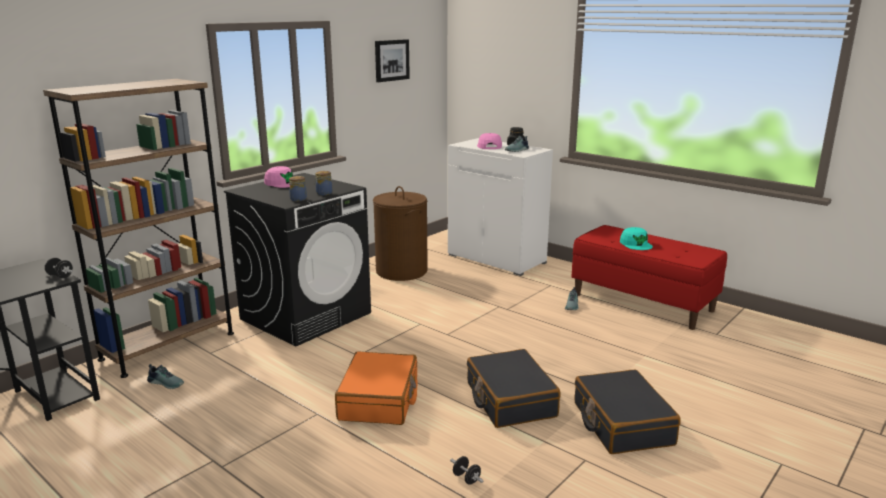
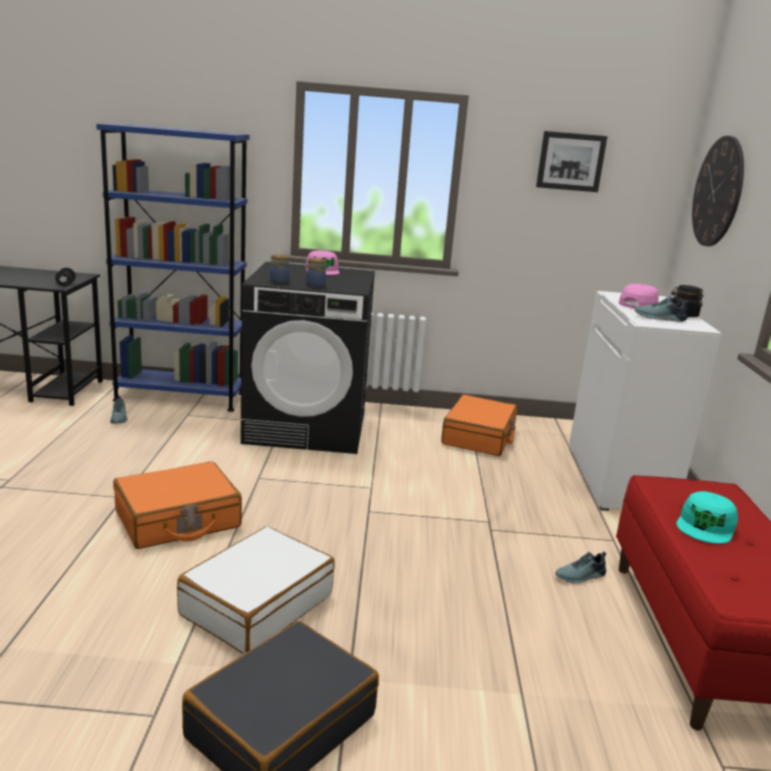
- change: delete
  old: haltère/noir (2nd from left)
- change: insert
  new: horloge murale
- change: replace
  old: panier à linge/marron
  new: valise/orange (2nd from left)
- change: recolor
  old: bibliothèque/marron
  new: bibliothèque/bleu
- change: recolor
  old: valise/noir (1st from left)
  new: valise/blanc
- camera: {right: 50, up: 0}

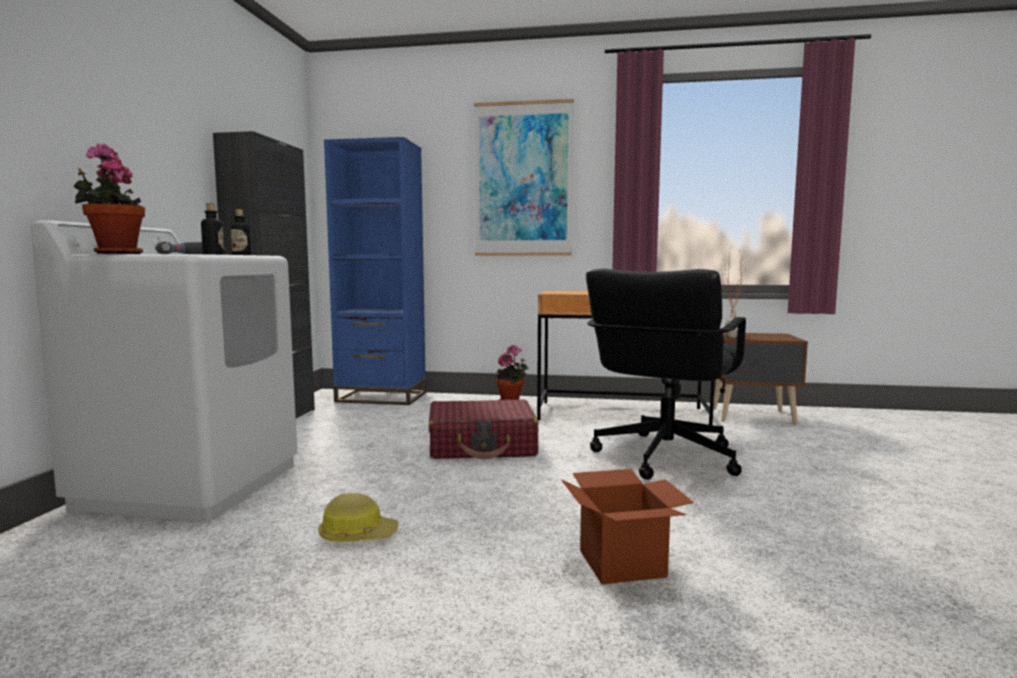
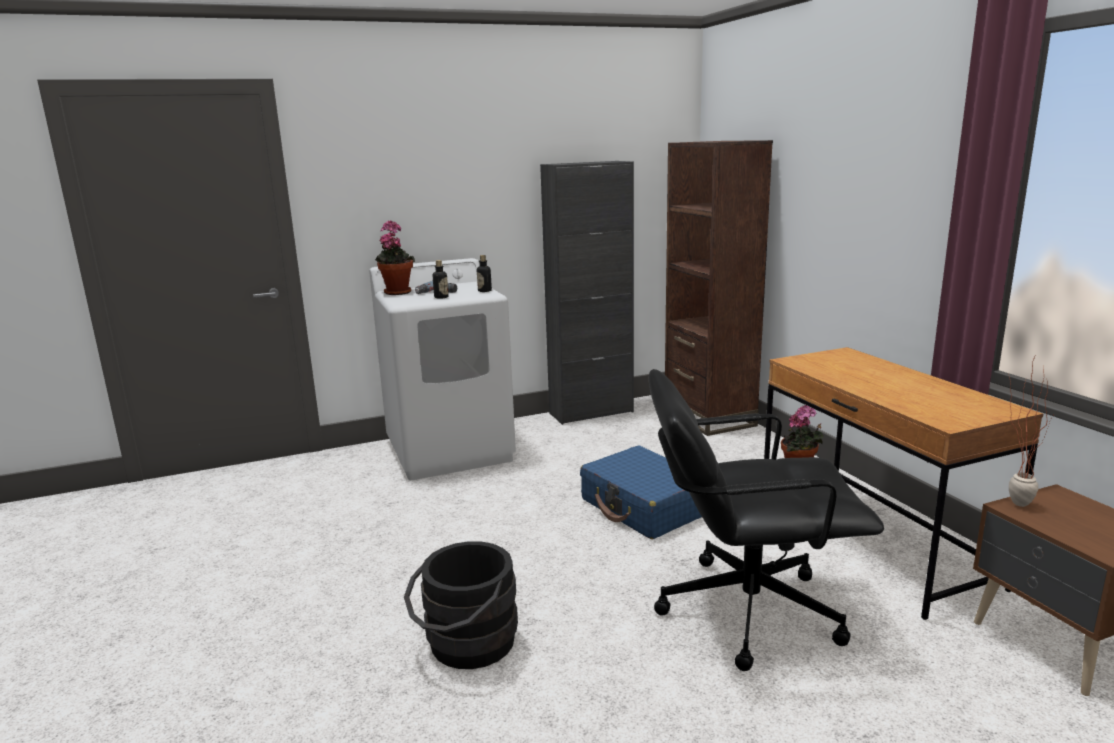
- change: delete
  old: casque de chantier
- change: delete
  old: tableau
- change: replace
  old: carton
  new: seau/noir
- change: recolor
  old: bibliothèque/bleu
  new: bibliothèque/marron
- change: recolor
  old: valise/rouge
  new: valise/bleu
- camera: {right: 60, up: 10}

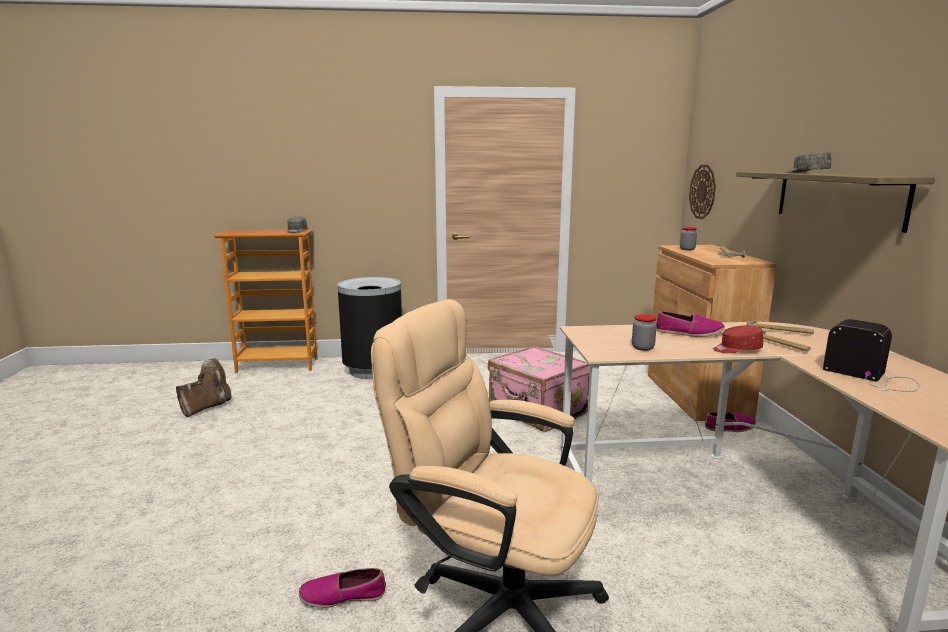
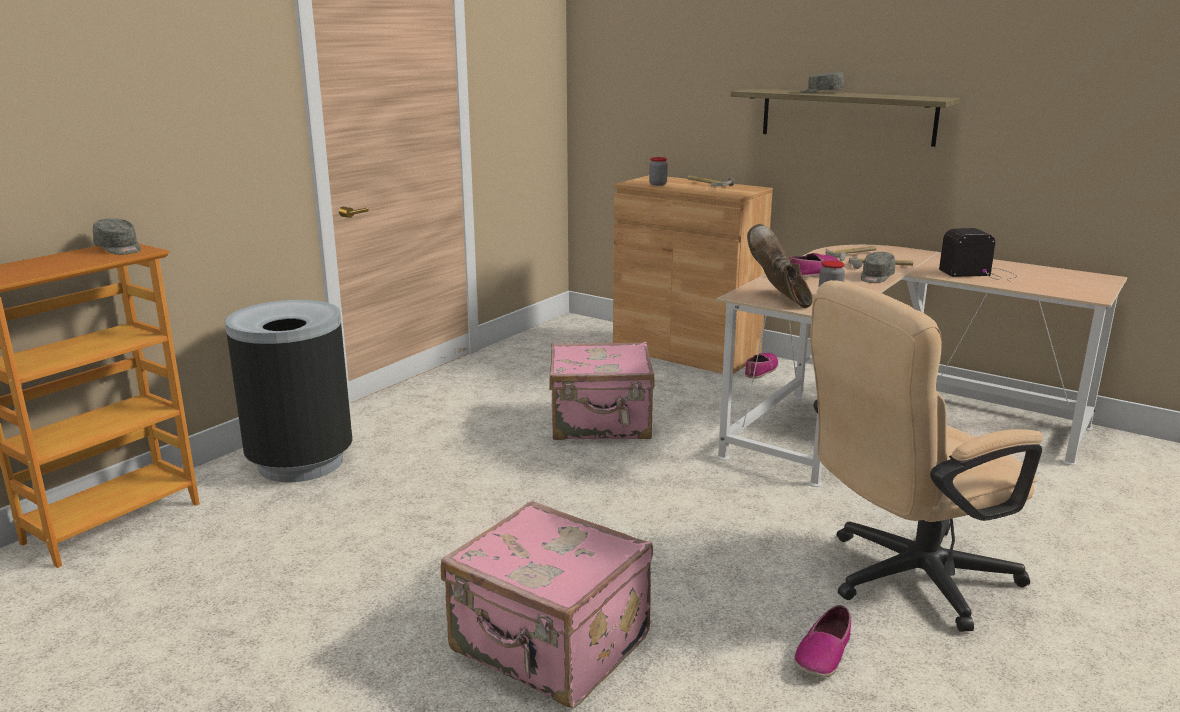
- change: delete
  old: horloge murale
- change: insert
  new: valise/rose (1st from left)
- change: move
  old: botte/marron
- change: recolor
  old: casquette/rouge
  new: casquette/gris (3rd from left)
- camera: {right: -50, up: 5}

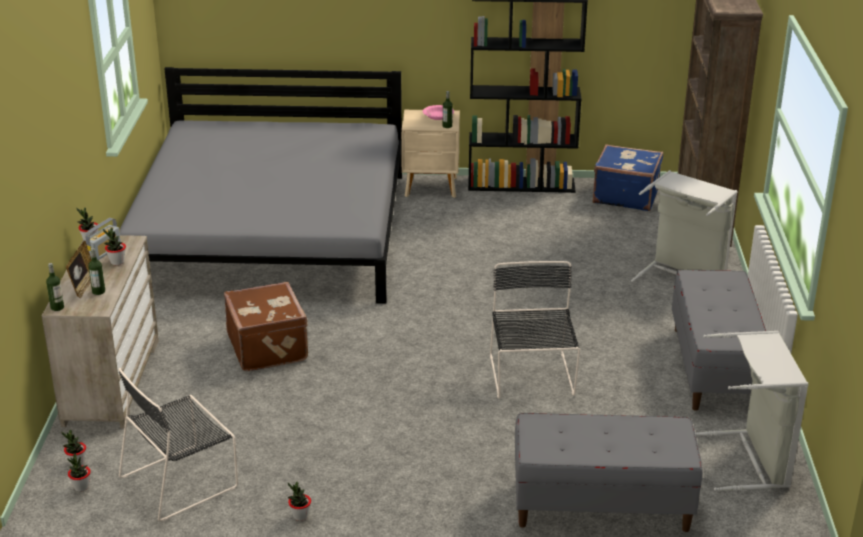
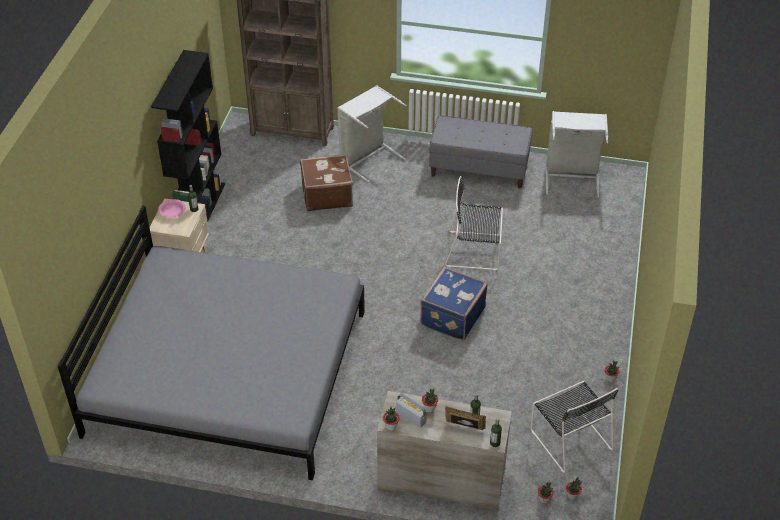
- change: delete
  old: banc/gris (1st from left)
- change: move
  old: valise/marron
- change: move
  old: valise/bleu
- camera: {right: -80, up: 15}

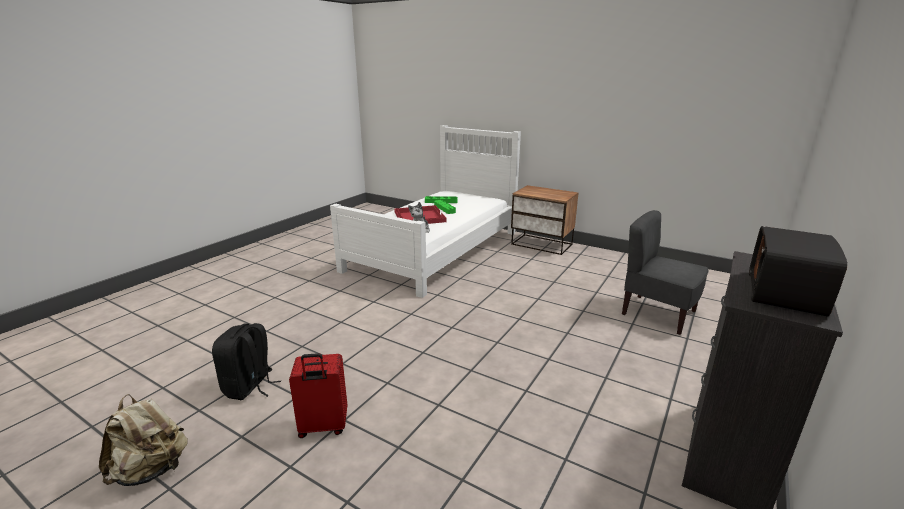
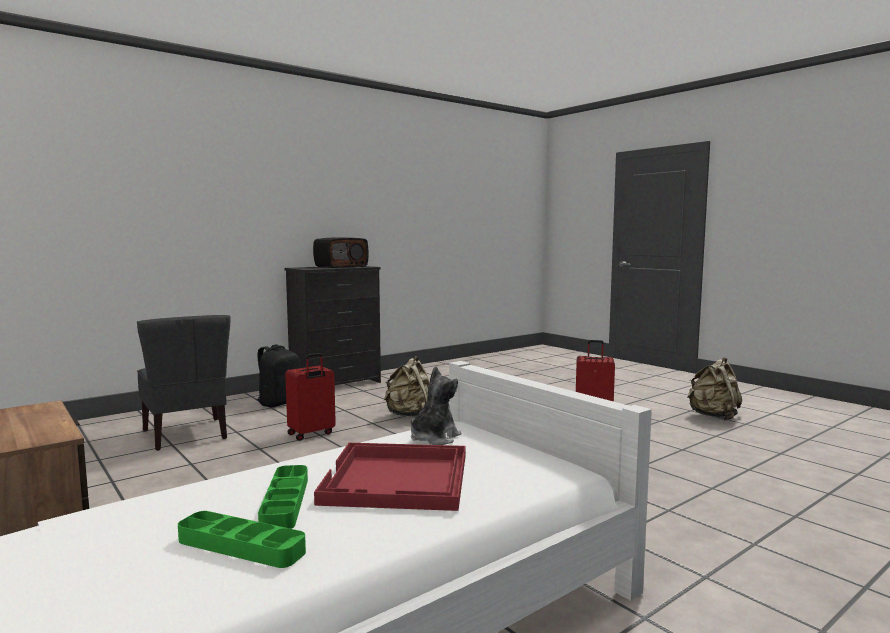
- change: insert
  new: valise/rouge (1st from left)
- change: insert
  new: sac à dos/beige (1st from left)
- change: move
  old: sac à dos/noir
- camera: {right: -160, up: -15}

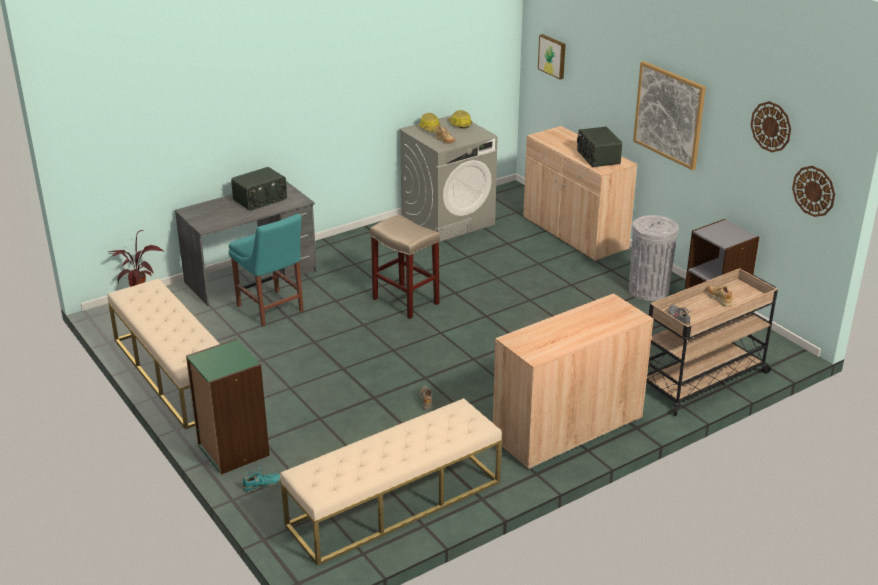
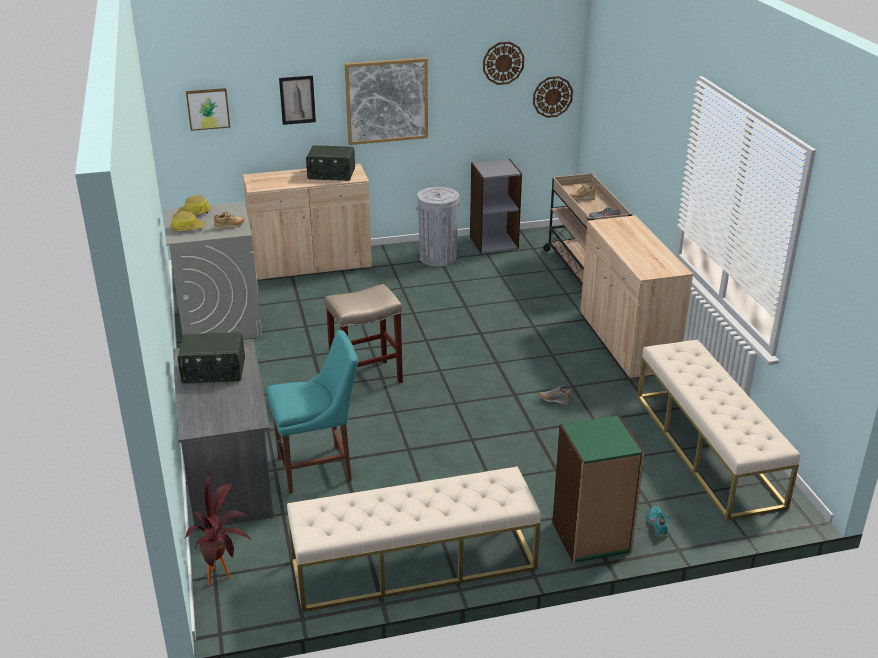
- change: insert
  new: tableau (2nd from left)
- change: rotate
  old: radio (1st from left)
  degrees: 105
- camera: {right: -70, up: 0}

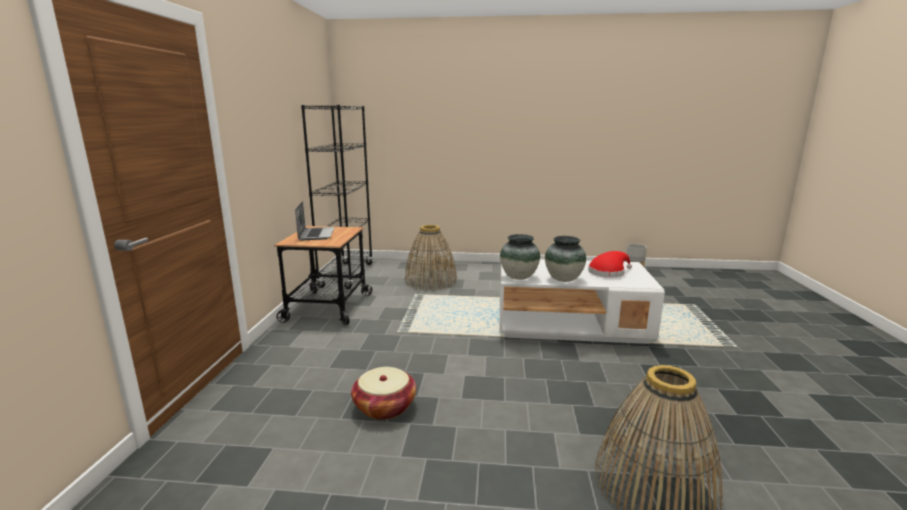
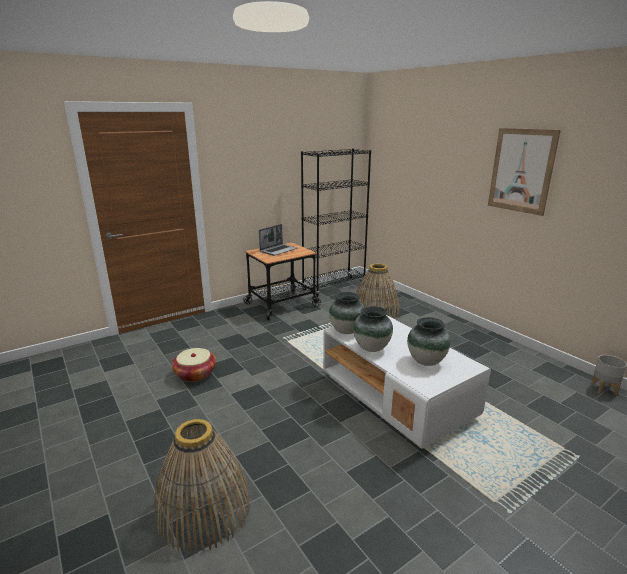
- change: insert
  new: tableau
- change: replace
  old: chapeau/rouge
  new: vase (3rd from left)
- camera: {right: 50, up: 5}

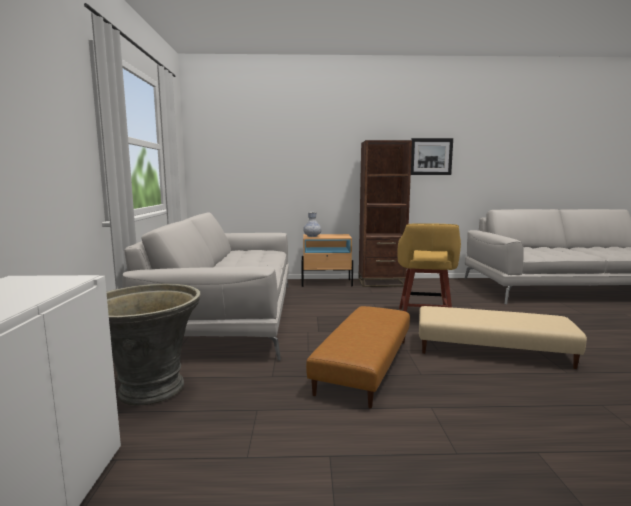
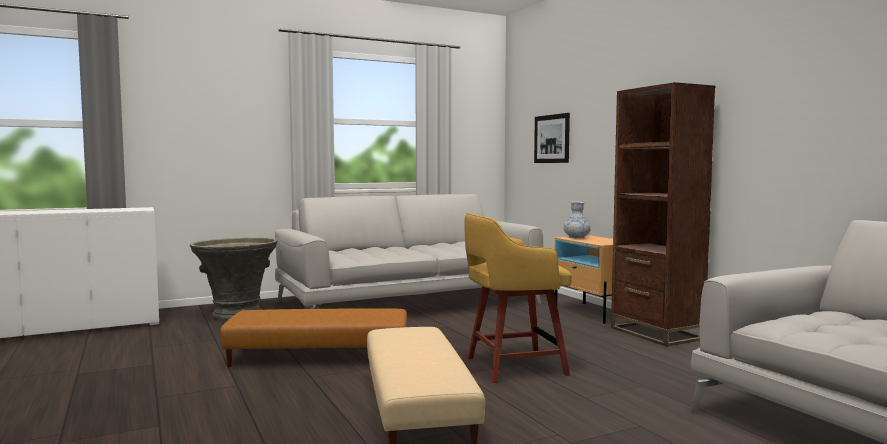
- change: move
  old: tableau
- camera: {right: 65, up: -5}

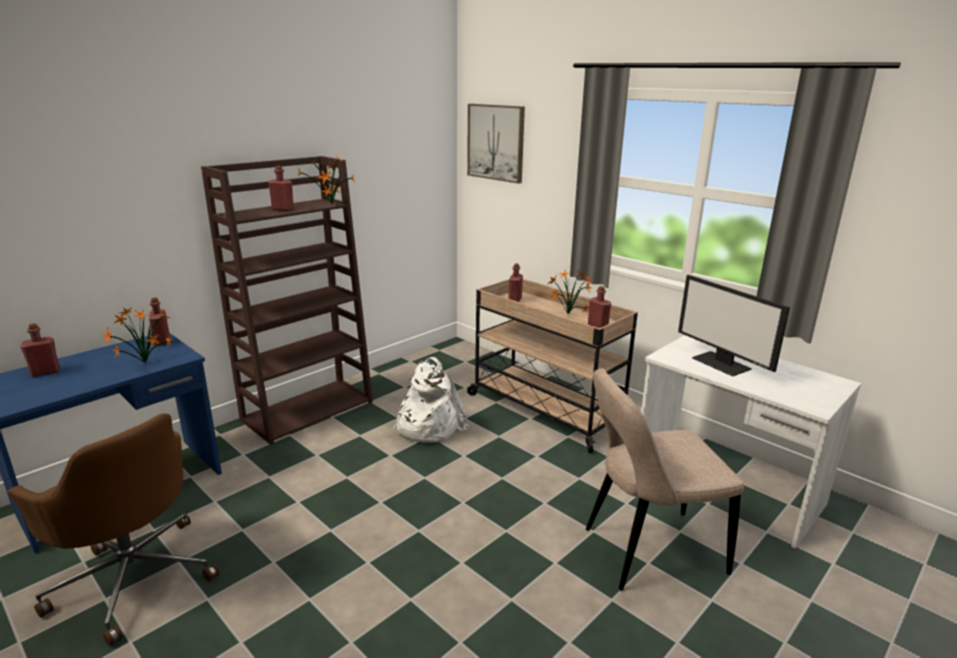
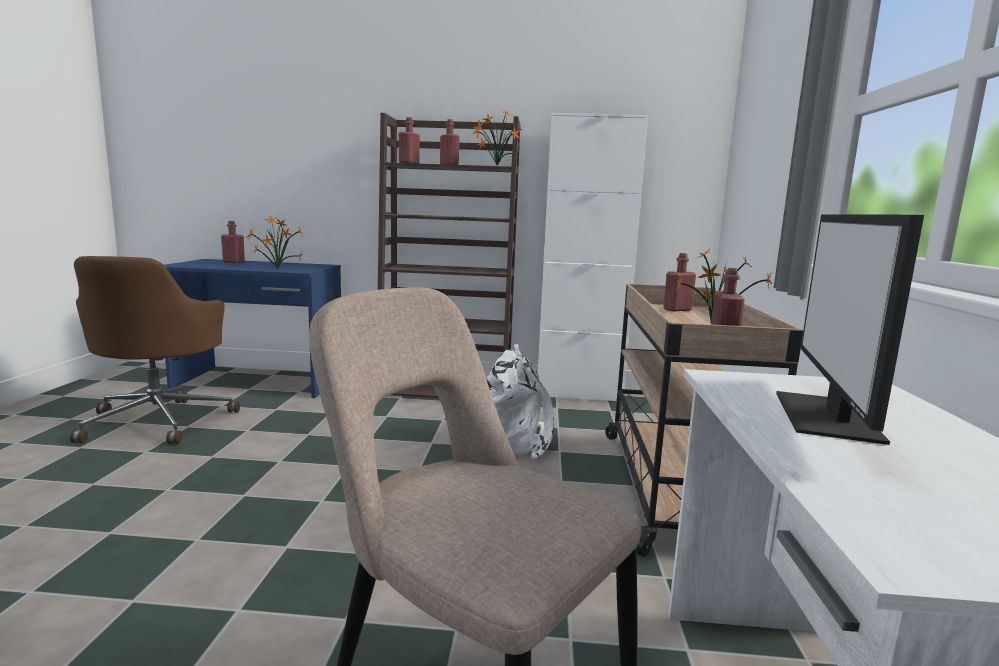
- change: delete
  old: tableau
- change: insert
  new: meuble de rangement/blanc
- change: move
  old: bouteille/rouge (2nd from left)
- camera: {right: 50, up: -10}

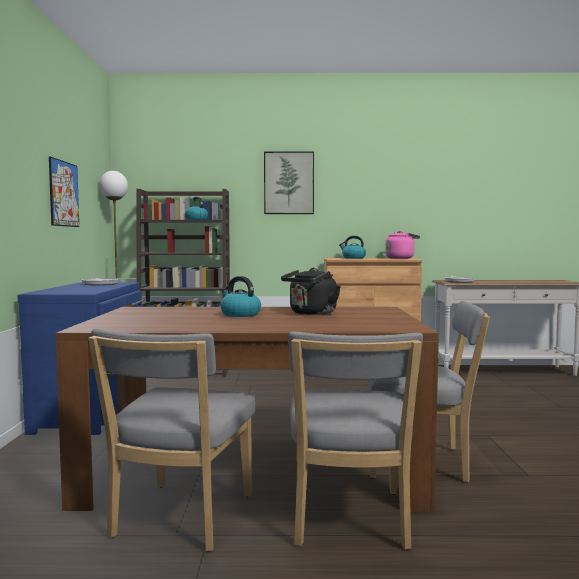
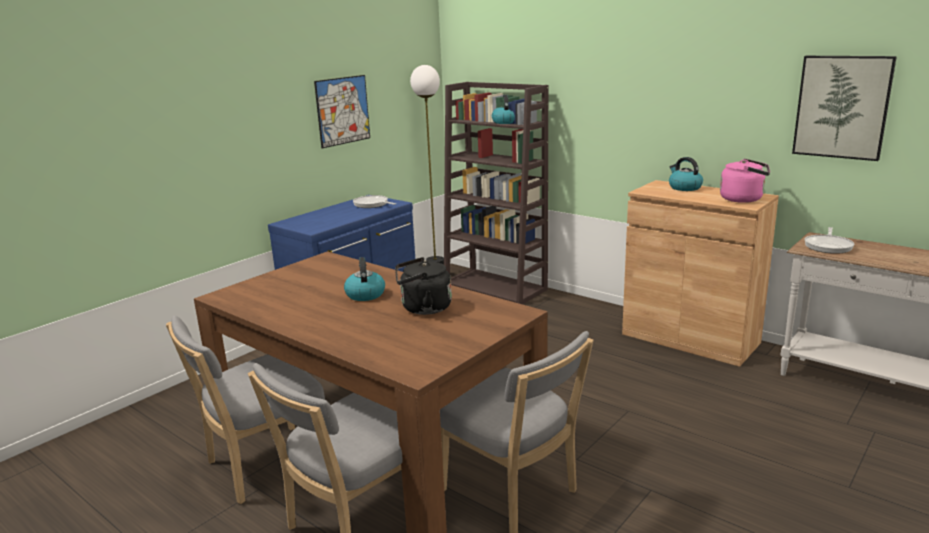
- change: move
  old: tableau (2nd from left)
- camera: {right: 40, up: 15}

